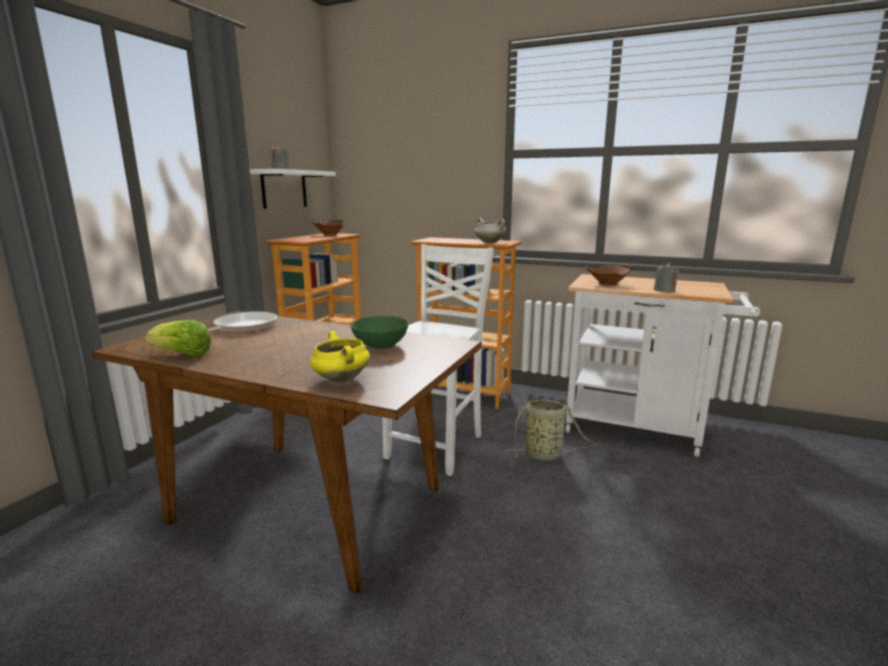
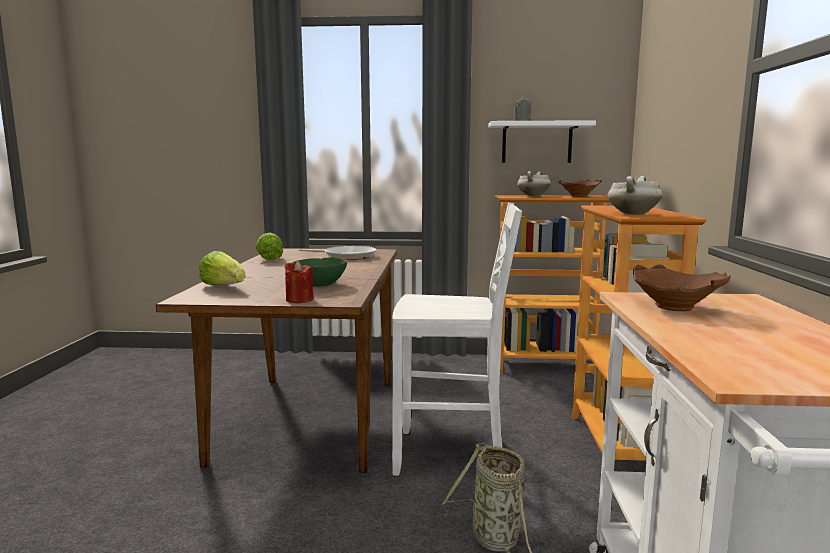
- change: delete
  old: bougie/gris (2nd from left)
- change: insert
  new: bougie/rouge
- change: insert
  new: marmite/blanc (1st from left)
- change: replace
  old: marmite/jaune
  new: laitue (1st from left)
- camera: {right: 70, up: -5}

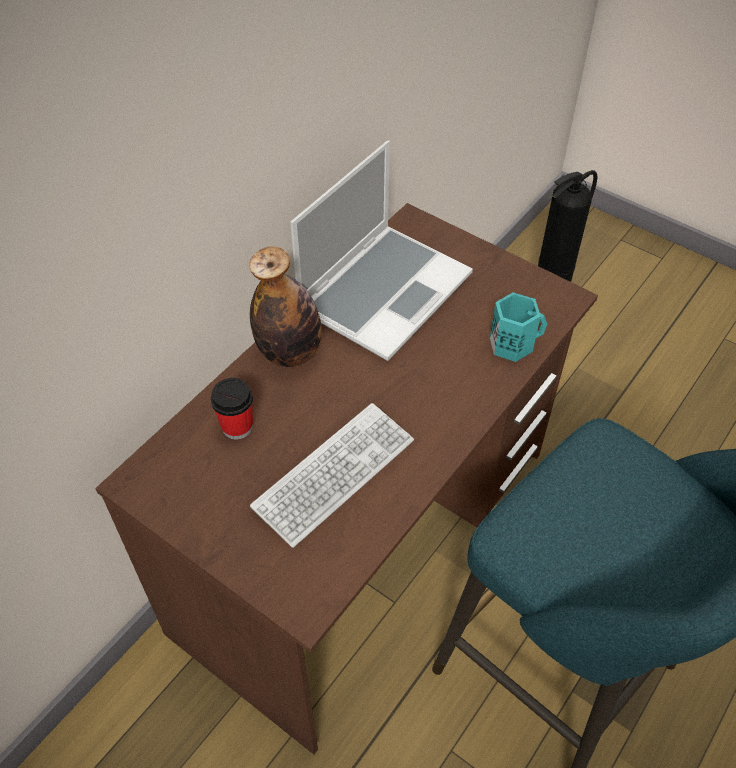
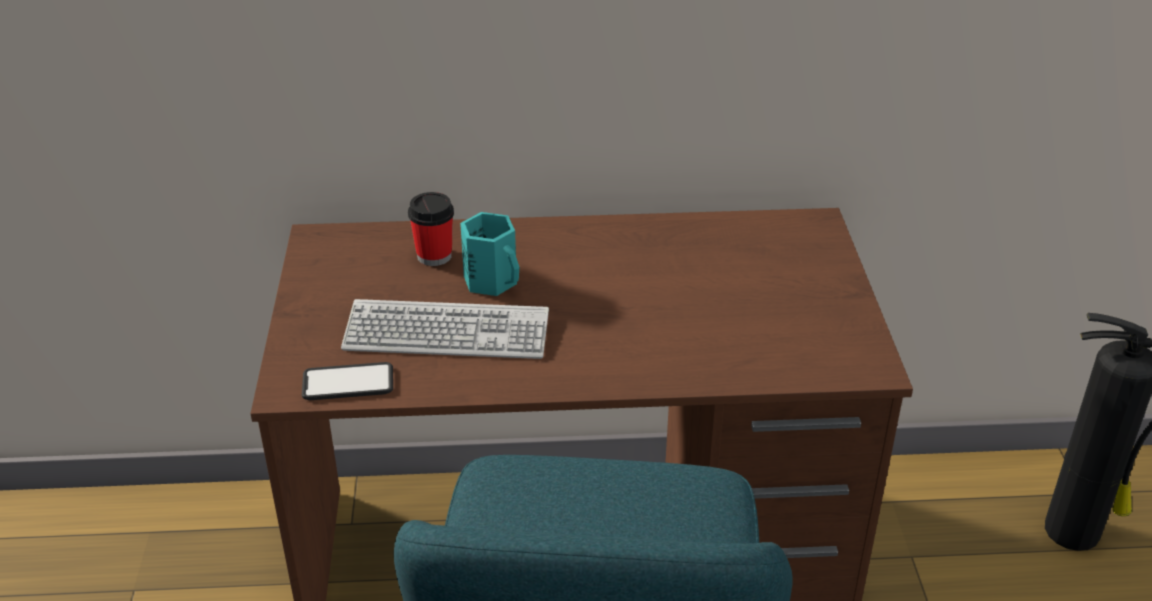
- change: delete
  old: bouteille
- change: delete
  old: ordinateur portable
- change: insert
  new: téléphone
- change: move
  old: mug/turquoise
- camera: {right: 50, up: -15}

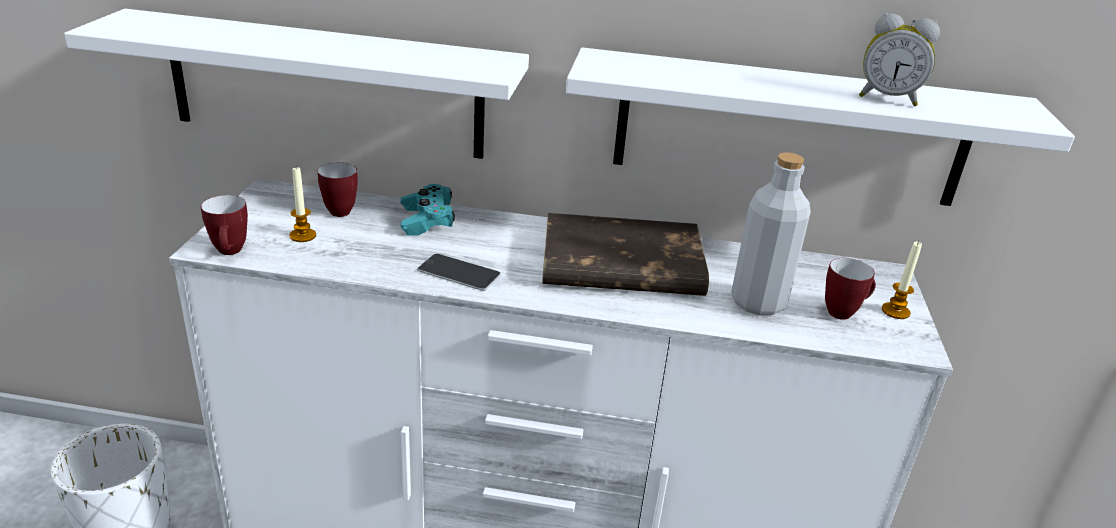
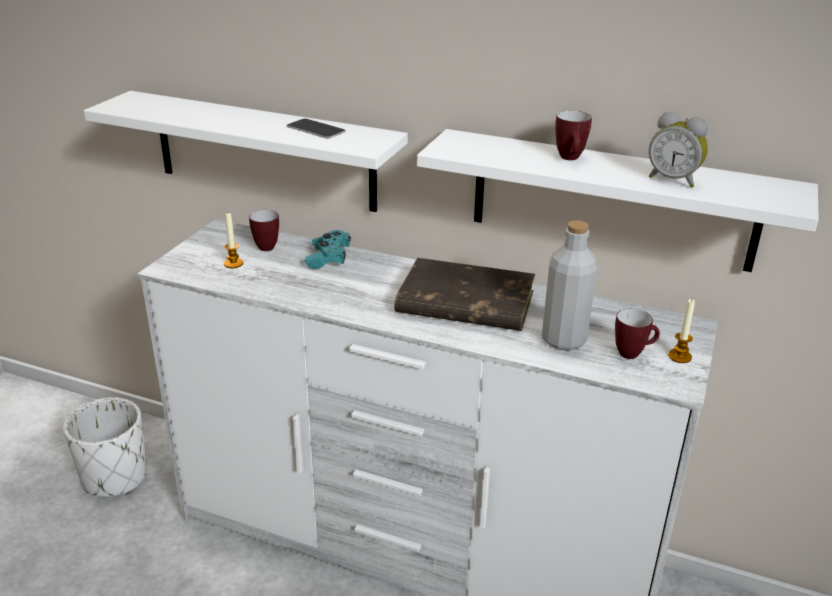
- change: move
  old: mug (1st from left in the first image)
  new: mug (2nd from left)
- change: move
  old: téléphone
- camera: {right: 15, up: 0}

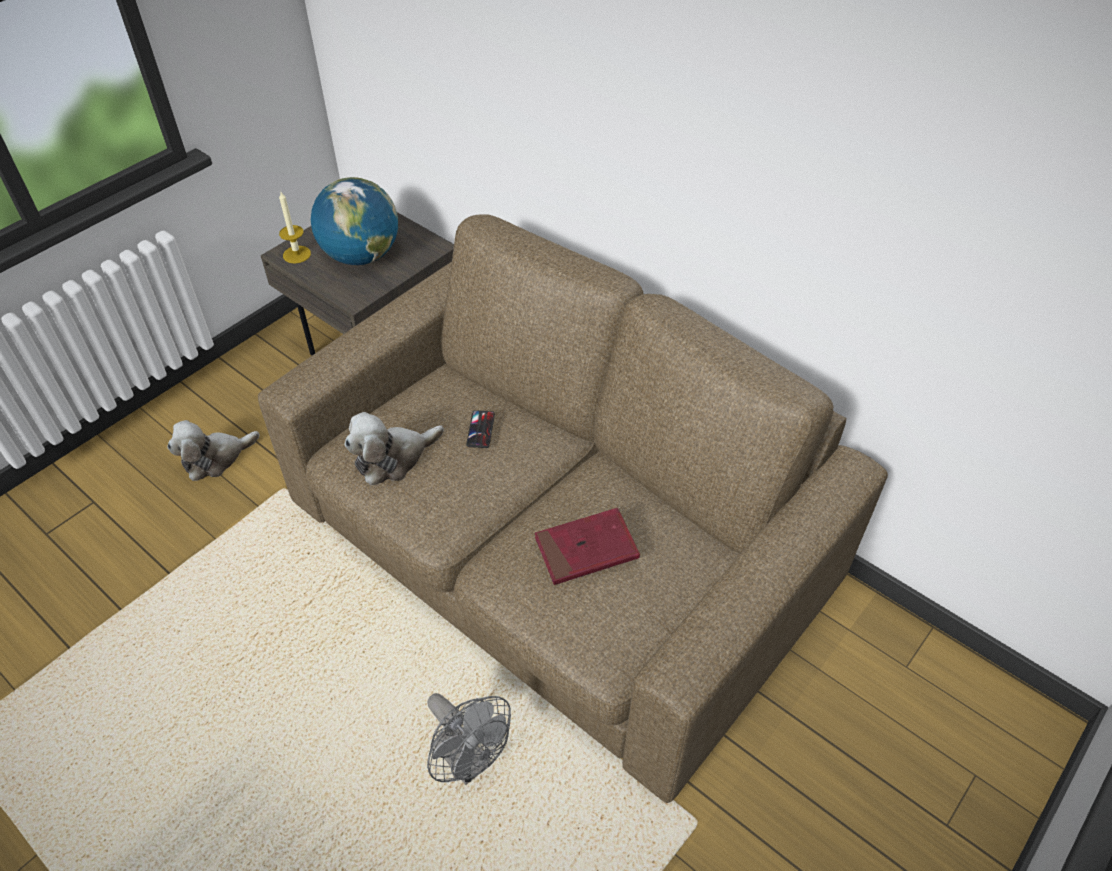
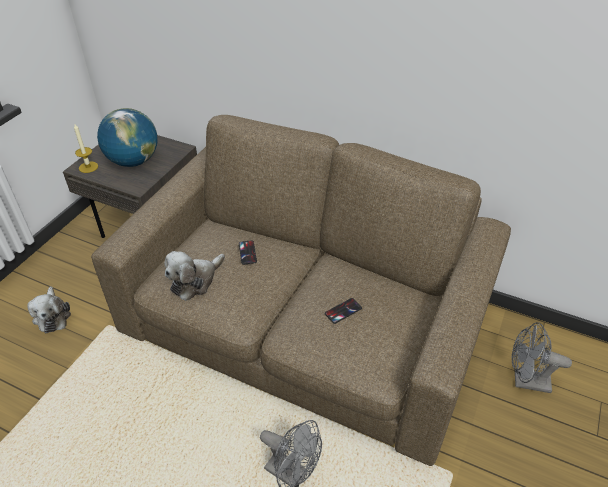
- change: insert
  new: ventilateur/gris (2nd from left)
- change: replace
  old: livre/rouge
  new: téléphone (2nd from left)
- change: rotate
  old: peluche (1st from left)
  degrees: -60
- camera: {right: -15, up: -5}

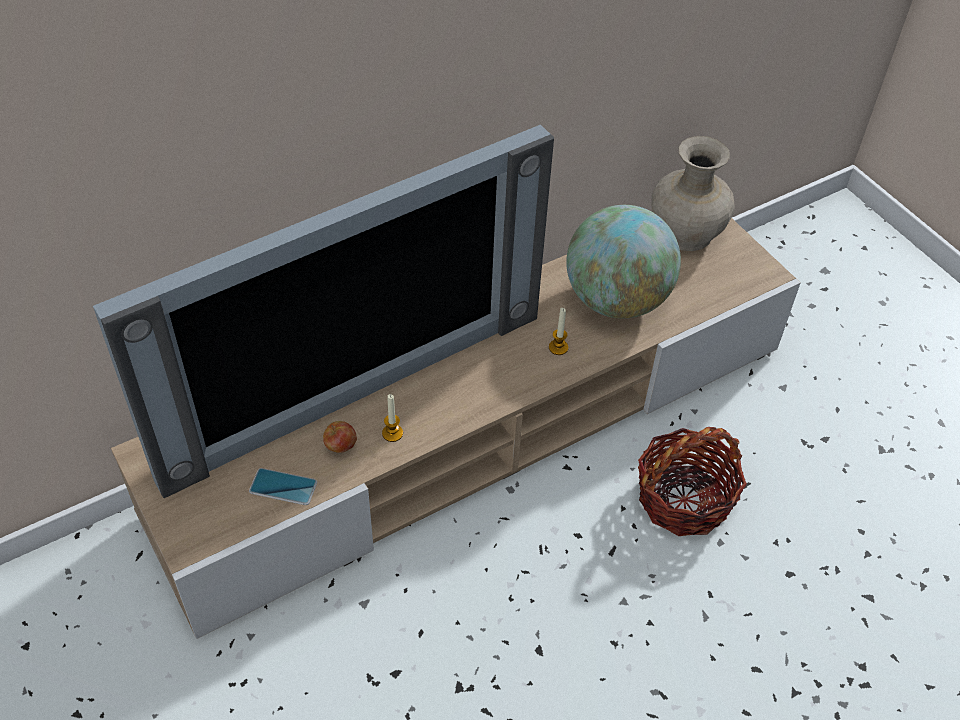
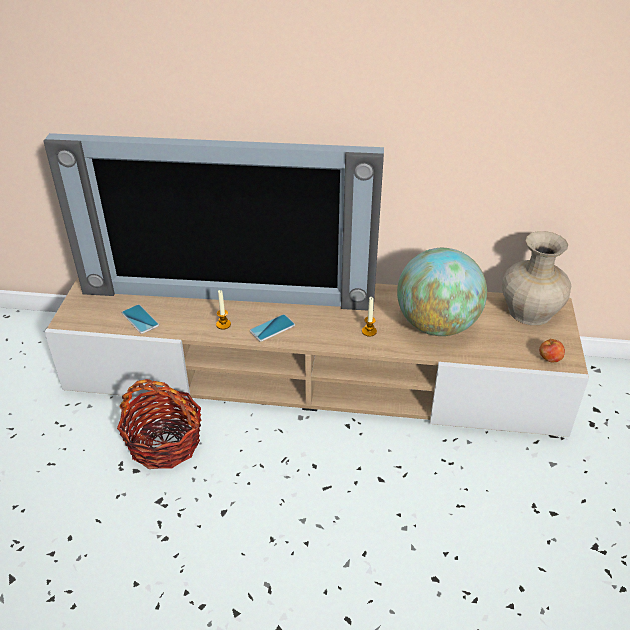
- change: insert
  new: téléphone (2nd from left)
- change: move
  old: pomme
- change: move
  old: panier
- camera: {right: 40, up: -10}

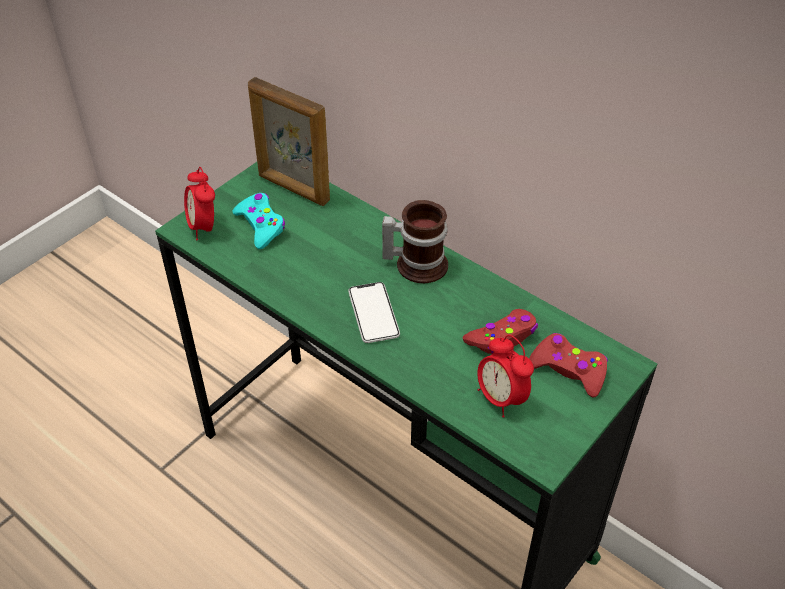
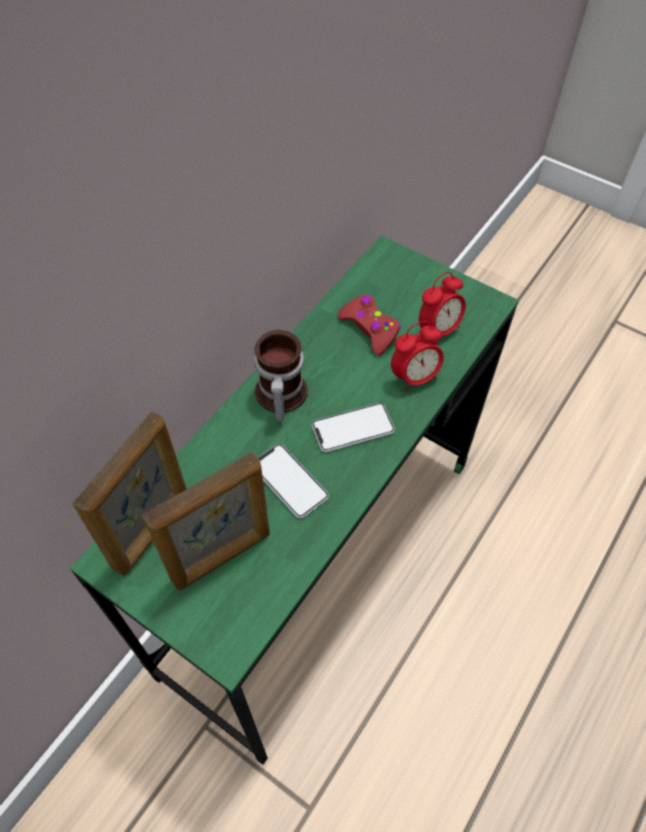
- change: delete
  old: manette/rouge (2nd from left)
- change: insert
  new: téléphone (1st from left)
- change: move
  old: réveil (1st from left)
- change: replace
  old: manette/turquoise
  new: cadre photo (2nd from left)
- camera: {right: -95, up: 10}

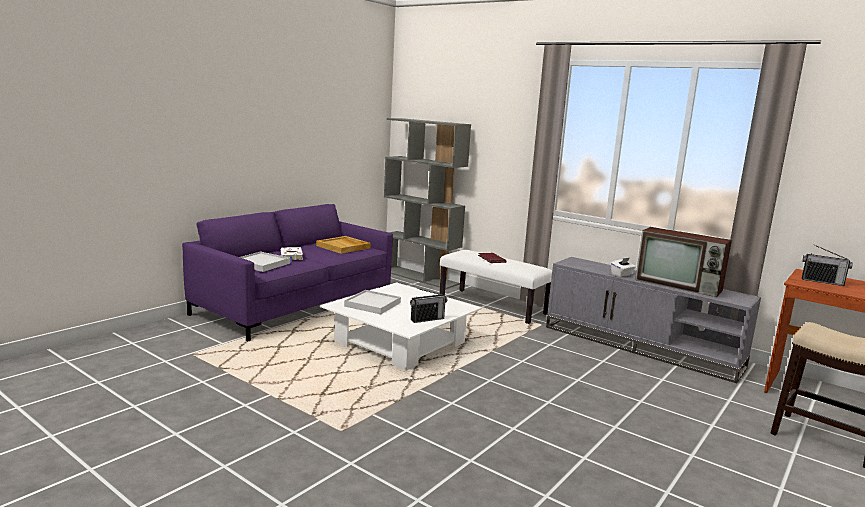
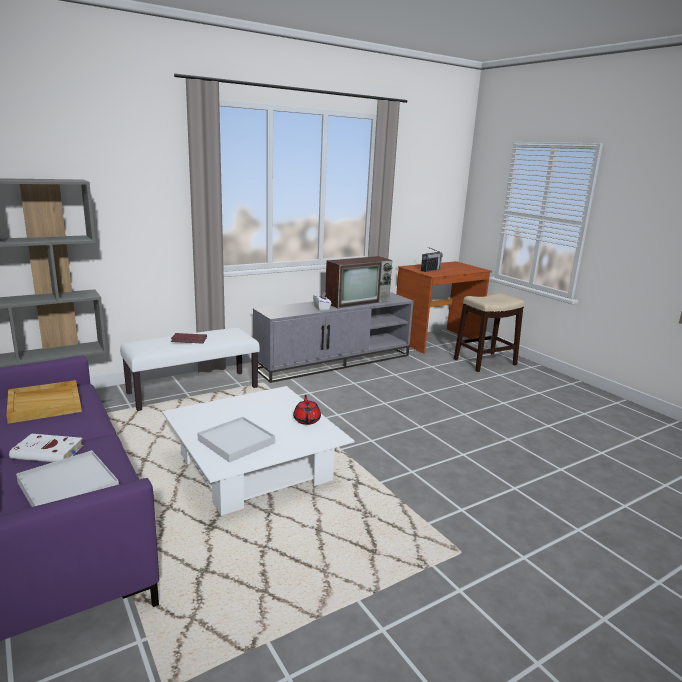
- change: replace
  old: radio (1st from left)
  new: théière/rouge
- camera: {right: -70, up: 5}

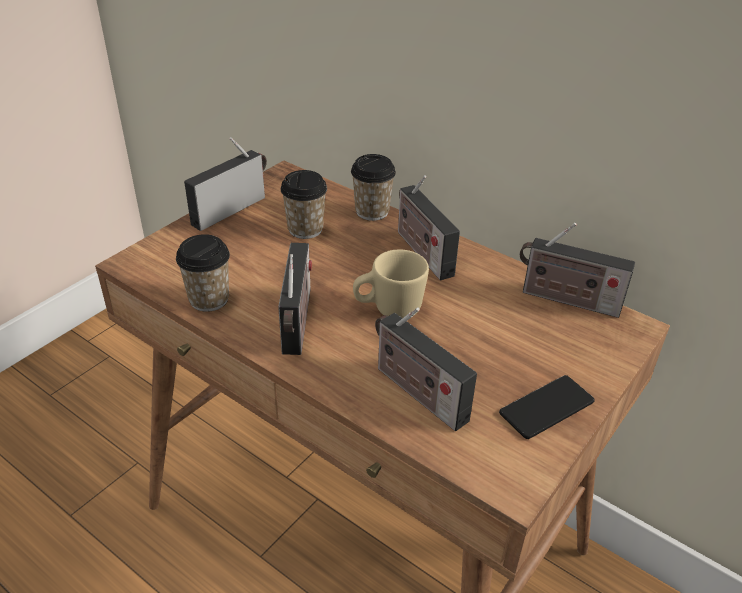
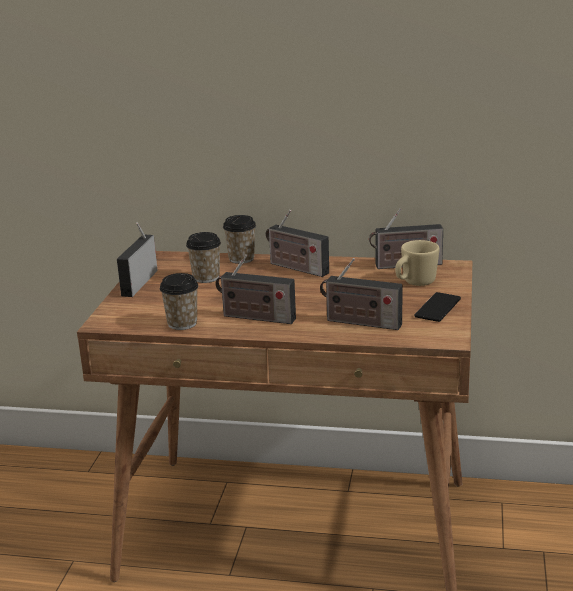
- change: move
  old: mug/beige
- change: rotate
  old: radio (2nd from left)
  degrees: 135
- camera: {right: -25, up: -15}

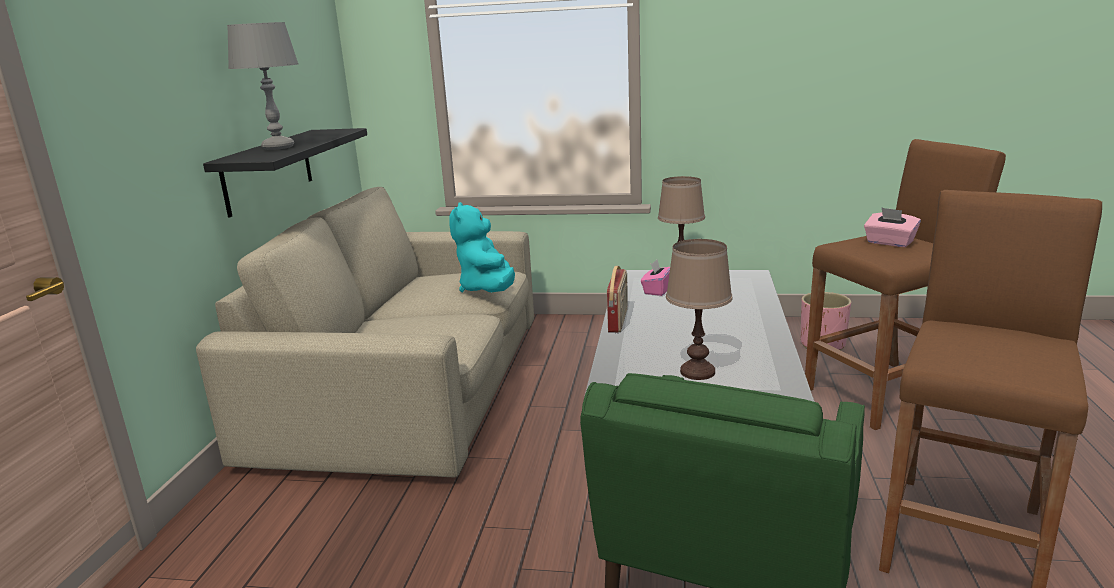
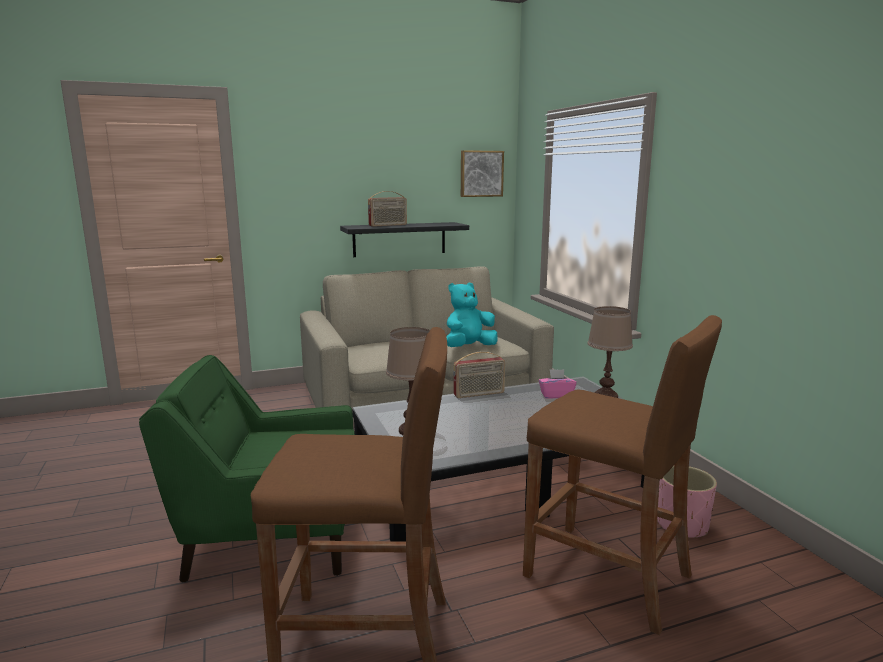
- change: delete
  old: boîte à mouchoirs/rose (2nd from left)
- change: insert
  new: tableau
- change: replace
  old: lampe de table/gris
  new: radio (1st from left)
- camera: {right: 60, up: -5}

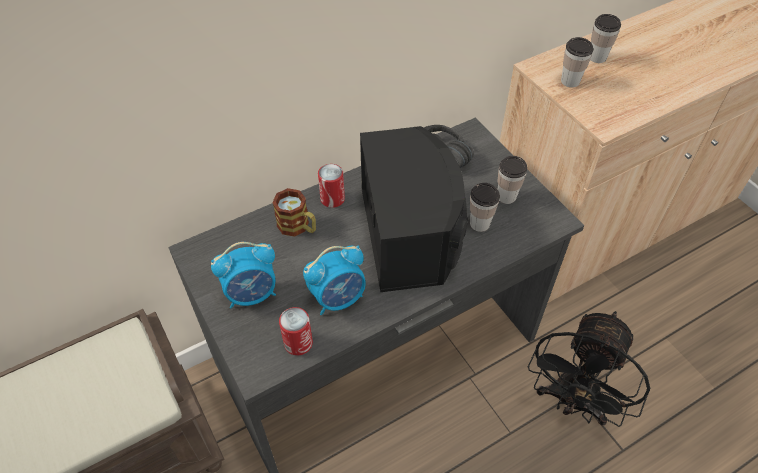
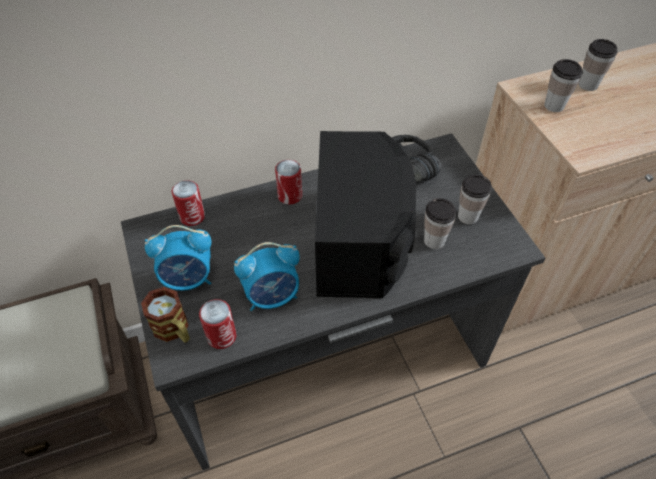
- change: delete
  old: ventilateur/noir
- change: insert
  new: boîte métallique (1st from left)
- change: move
  old: mug
- camera: {right: 10, up: 0}

